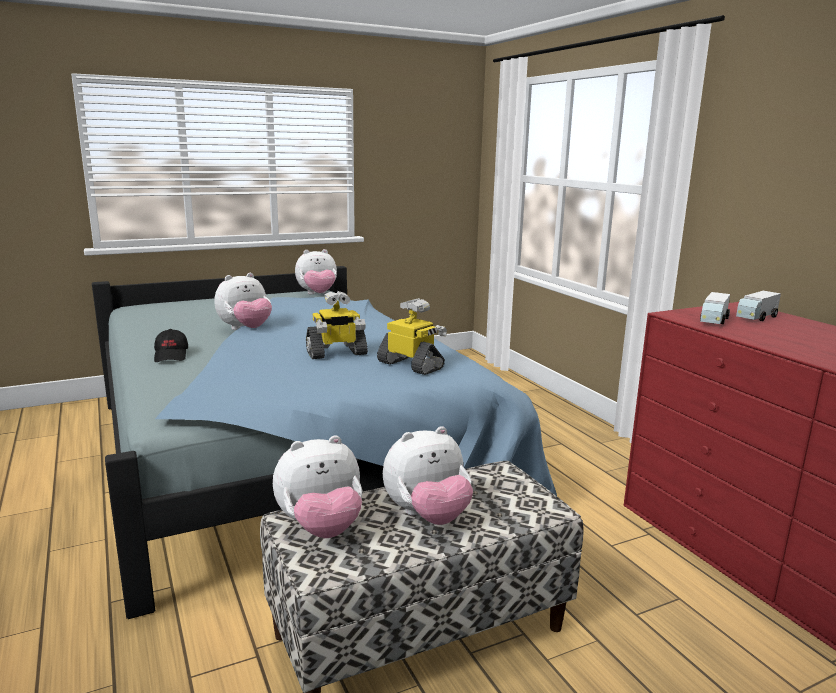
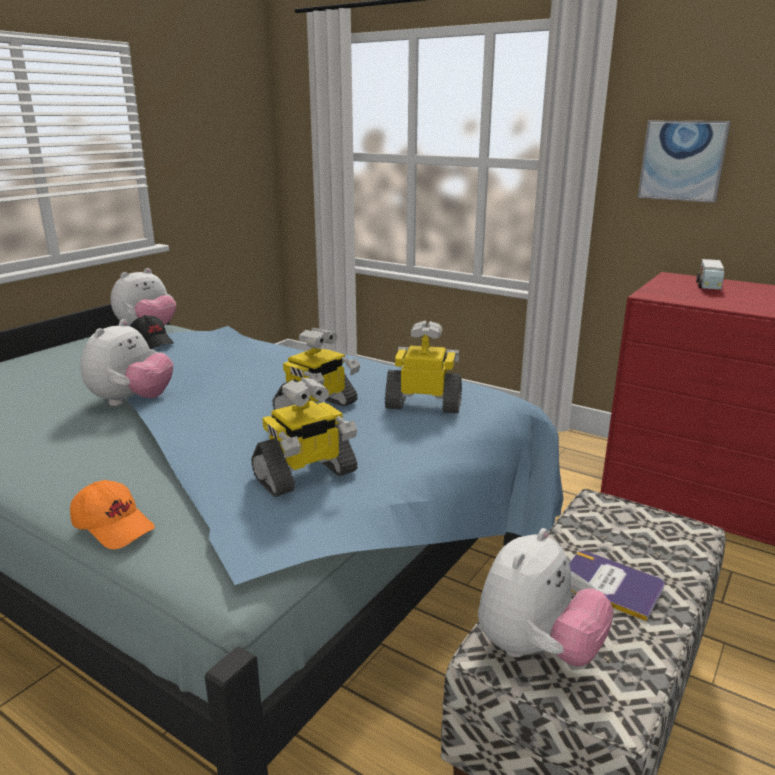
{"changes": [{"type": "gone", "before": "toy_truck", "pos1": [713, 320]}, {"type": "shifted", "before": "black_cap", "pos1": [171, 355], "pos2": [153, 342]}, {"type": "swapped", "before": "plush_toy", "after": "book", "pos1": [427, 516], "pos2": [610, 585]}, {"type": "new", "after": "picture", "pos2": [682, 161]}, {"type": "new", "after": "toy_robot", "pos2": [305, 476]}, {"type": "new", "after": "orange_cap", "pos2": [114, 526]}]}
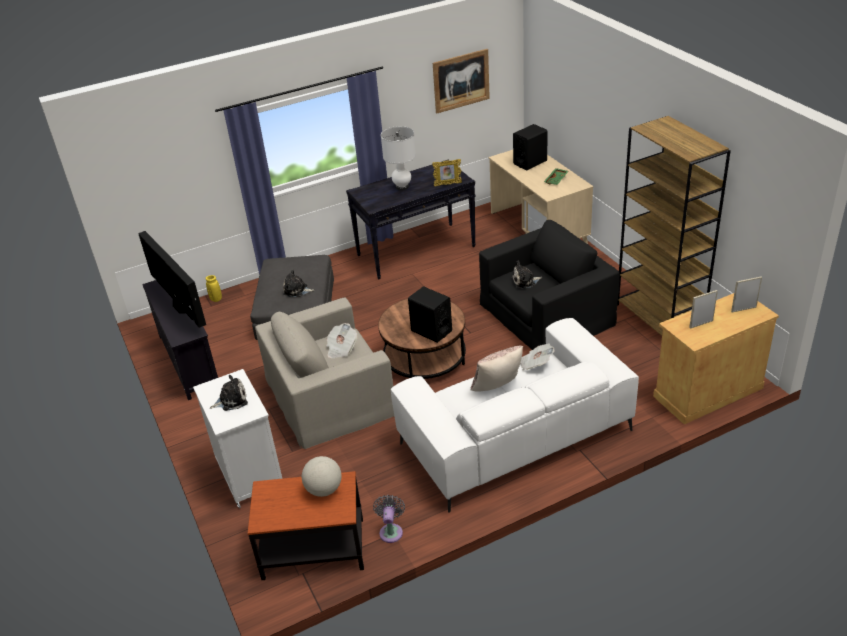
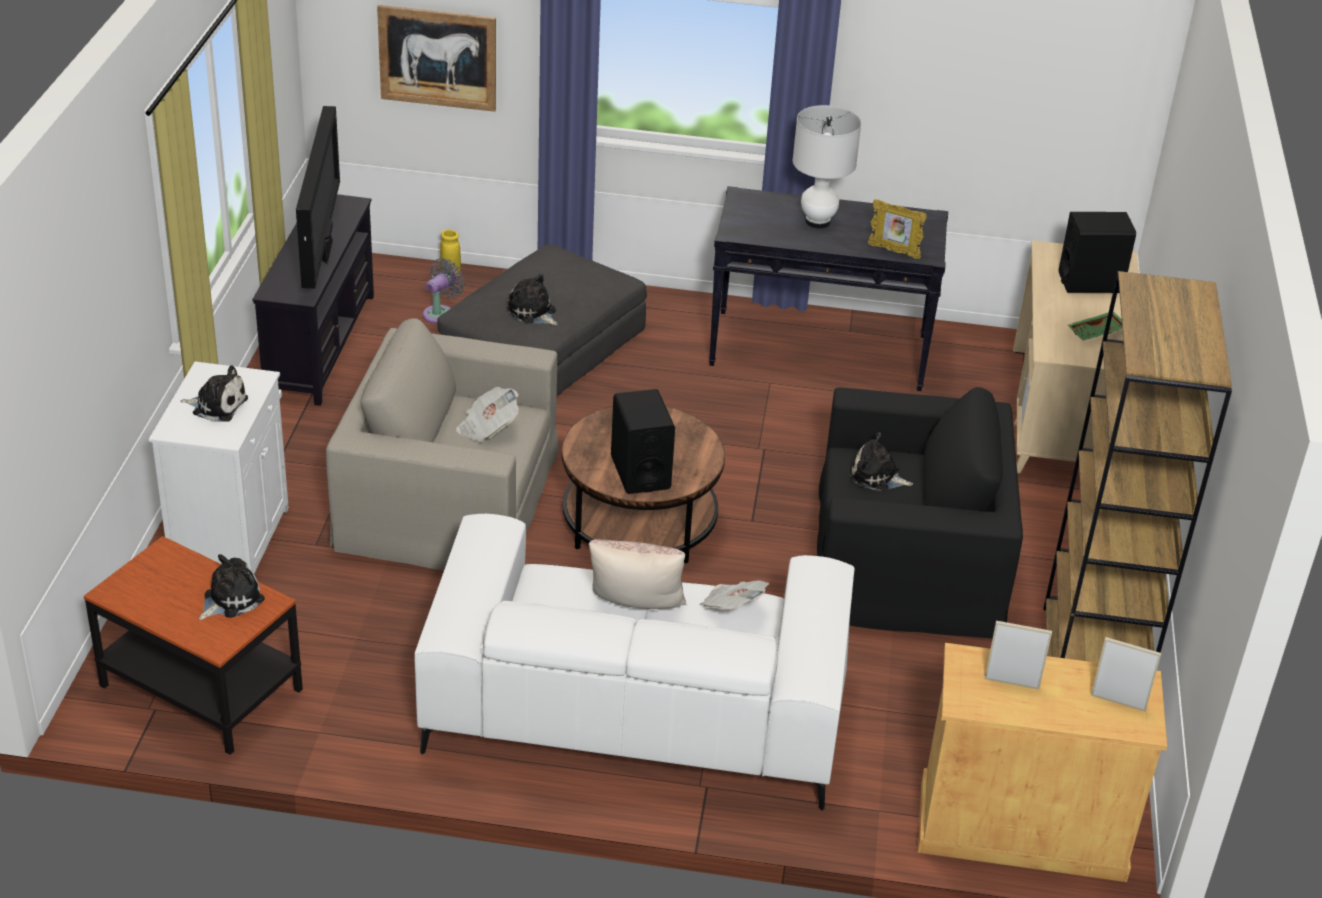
{"changes": [{"type": "shifted", "before": "picture", "pos1": [461, 80], "pos2": [437, 57]}, {"type": "swapped", "before": "globe", "after": "plush_toy", "pos1": [324, 490], "pos2": [230, 599]}, {"type": "shifted", "before": "grey_fan", "pos1": [391, 531], "pos2": [441, 313]}]}
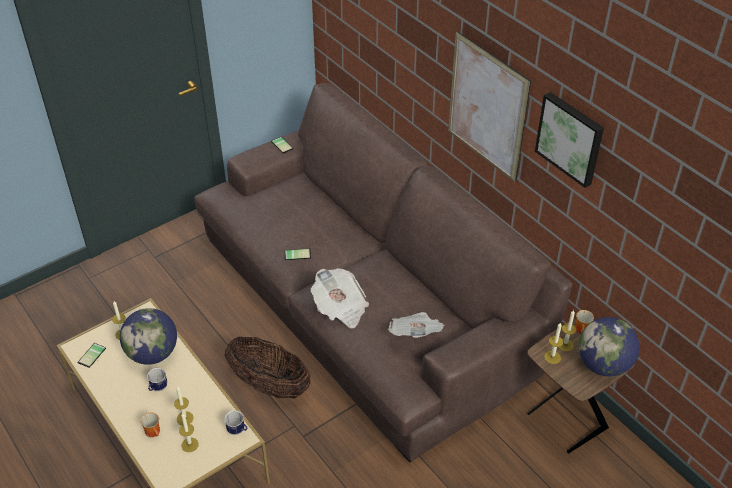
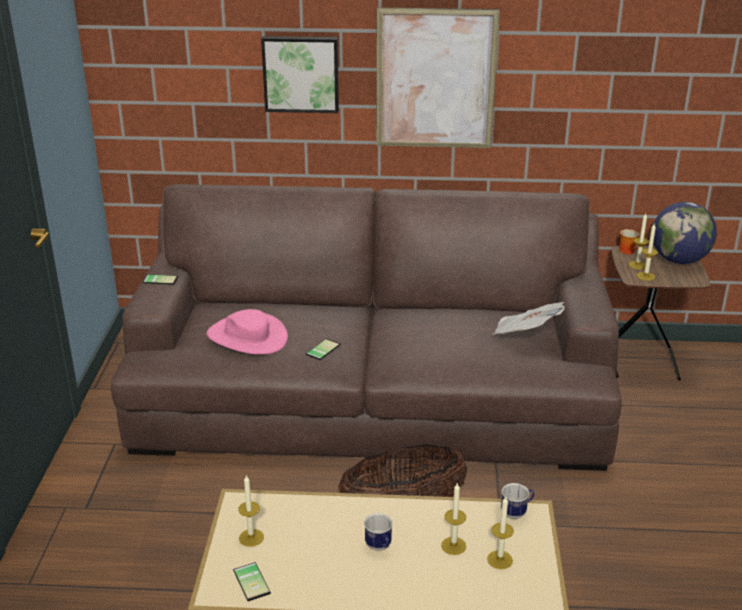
{"changes": [{"type": "shifted", "before": "picture", "pos1": [570, 138], "pos2": [301, 73]}, {"type": "gone", "before": "newspaper", "pos1": [340, 308]}, {"type": "gone", "before": "globe", "pos1": [153, 353]}, {"type": "gone", "before": "mug", "pos1": [154, 432]}, {"type": "new", "after": "pink_hat", "pos2": [247, 337]}]}
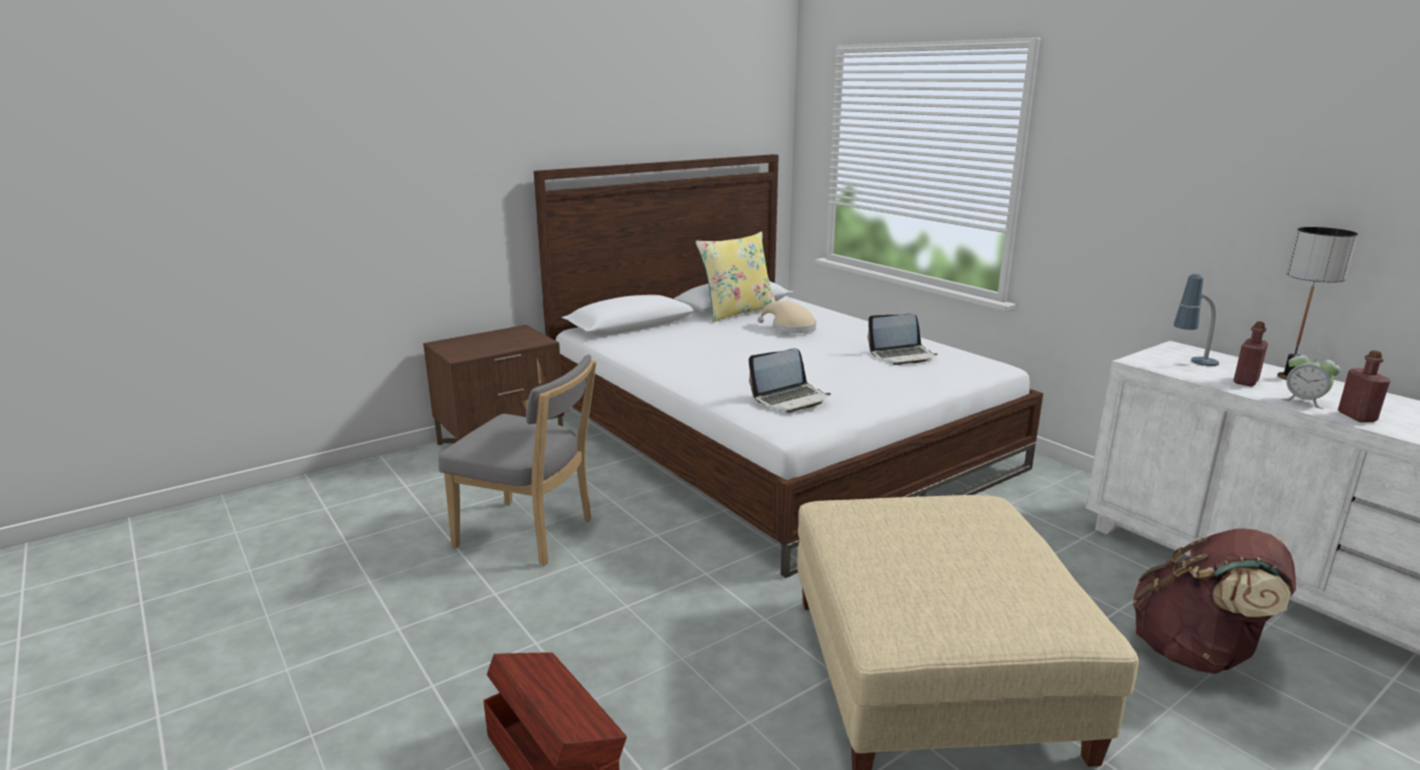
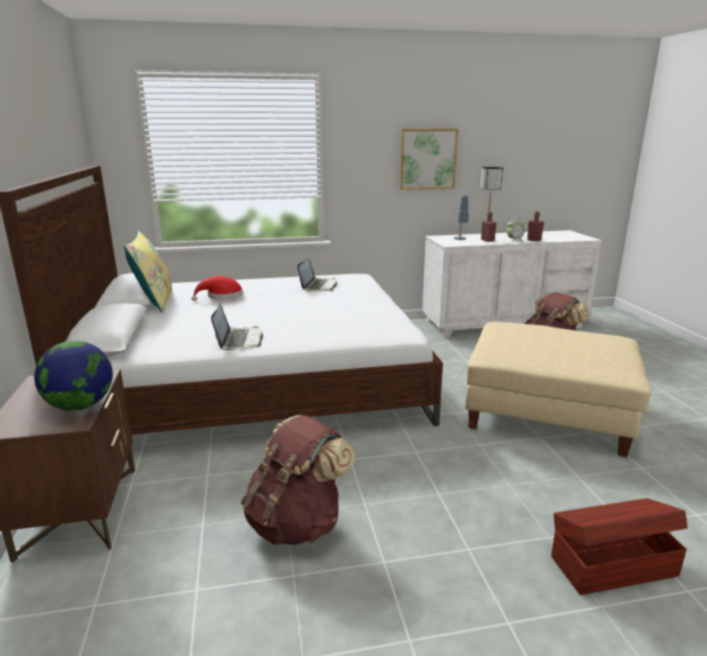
{"changes": [{"type": "repainted", "before": "beige_hat", "after": "red_hat", "pos1": [790, 328], "pos2": [222, 296]}, {"type": "shifted", "before": "laptop", "pos1": [790, 399], "pos2": [239, 340]}, {"type": "swapped", "before": "grey_chair", "after": "brown_backpack", "pos1": [530, 534], "pos2": [297, 523]}, {"type": "new", "after": "picture", "pos2": [427, 159]}, {"type": "new", "after": "globe", "pos2": [80, 406]}]}
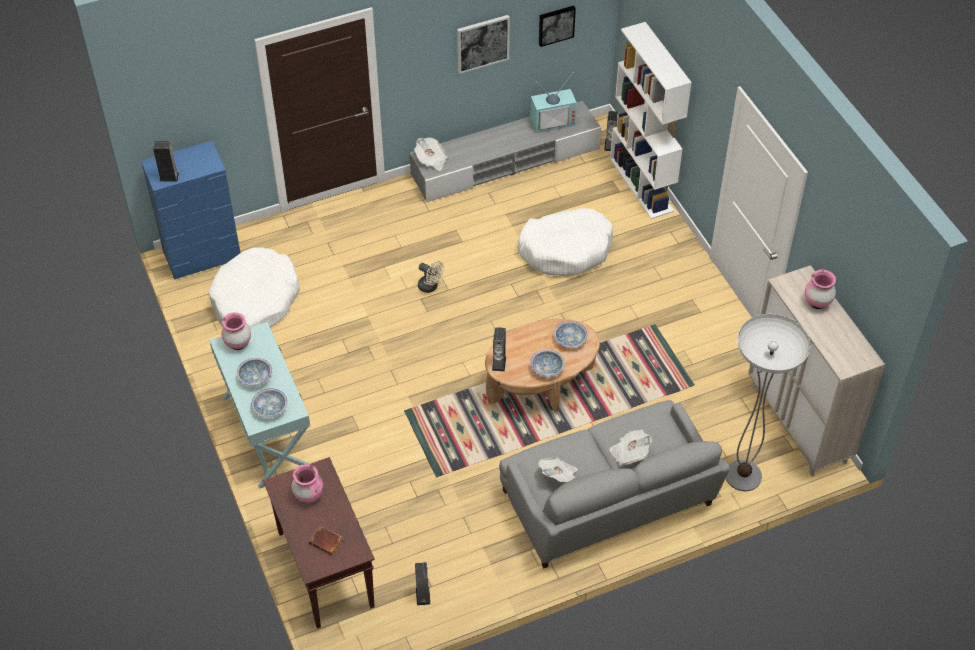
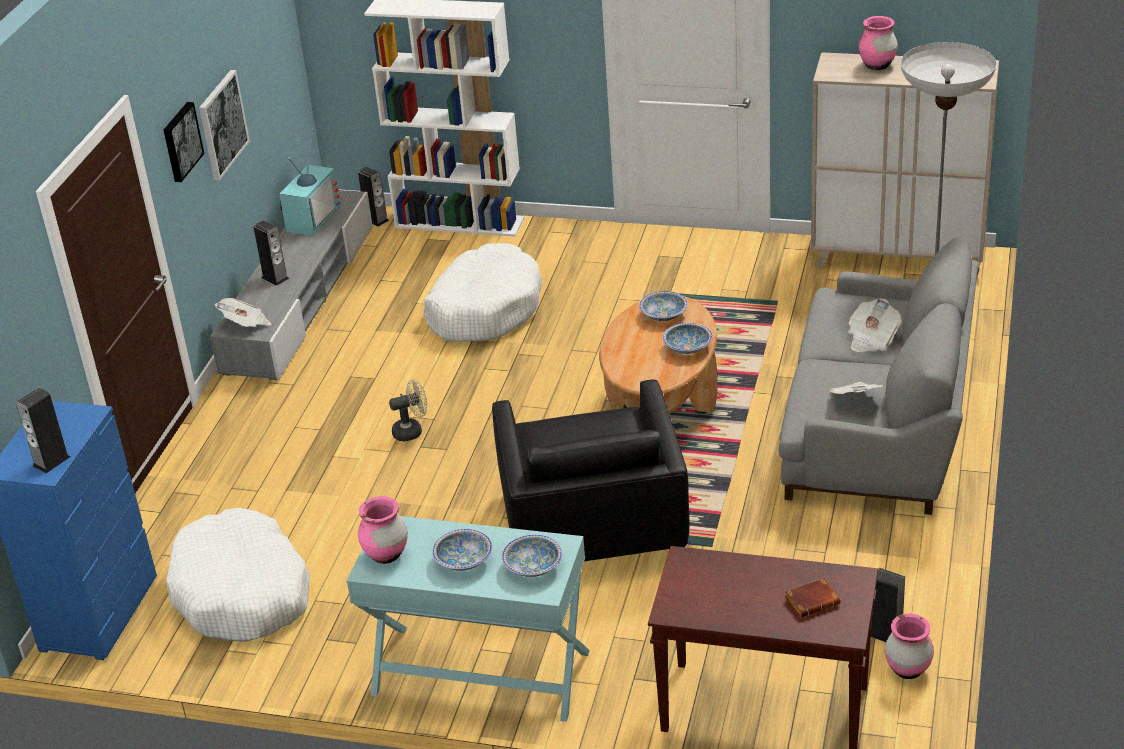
{"changes": [{"type": "shifted", "before": "picture", "pos1": [556, 25], "pos2": [181, 141]}, {"type": "shifted", "before": "speaker", "pos1": [499, 363], "pos2": [275, 278]}, {"type": "shifted", "before": "pink_vase", "pos1": [308, 495], "pos2": [907, 670]}, {"type": "new", "after": "black_armchair", "pos2": [592, 526]}]}
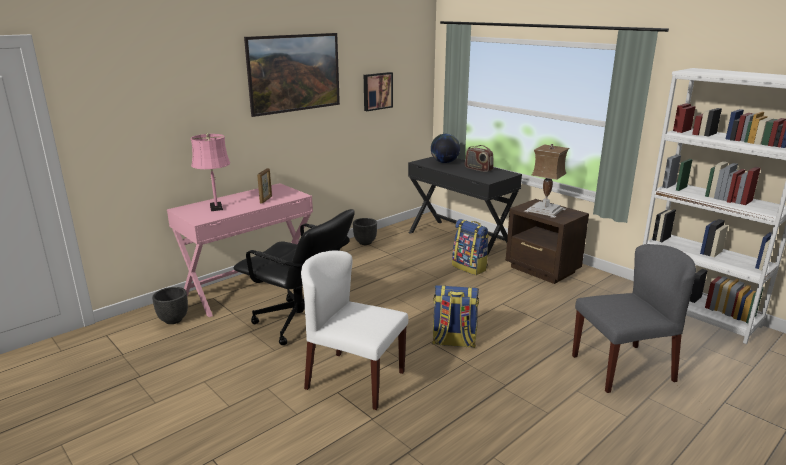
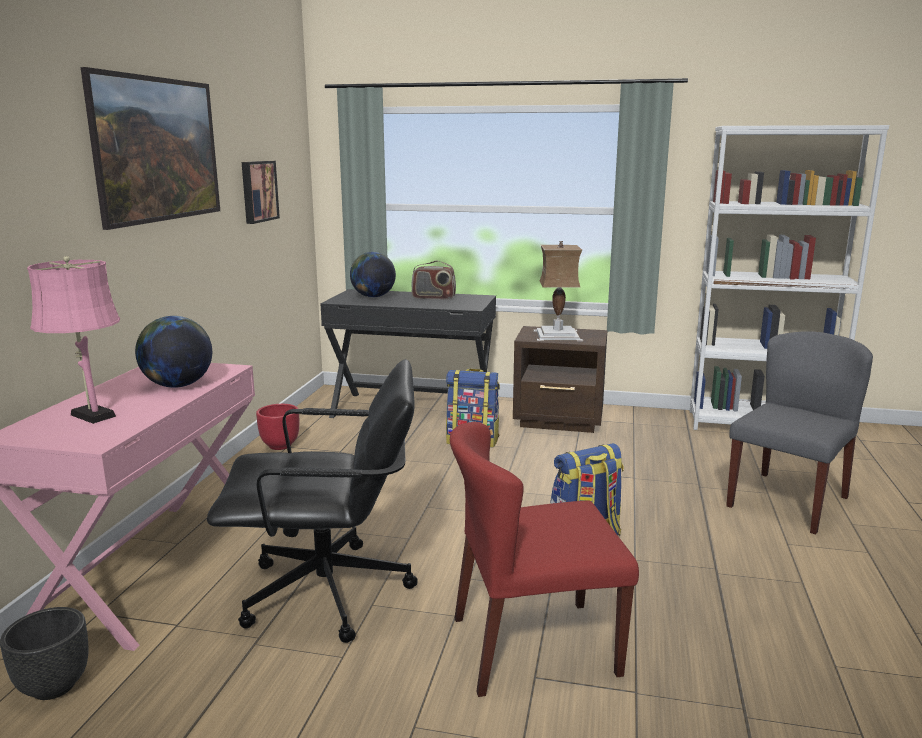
{"changes": [{"type": "swapped", "before": "picture_frame", "after": "globe", "pos1": [266, 200], "pos2": [177, 385]}, {"type": "repainted", "before": "black_planter", "after": "red_planter", "pos1": [365, 242], "pos2": [280, 445]}, {"type": "repainted", "before": "white_chair", "after": "red_chair", "pos1": [354, 380], "pos2": [533, 646]}]}
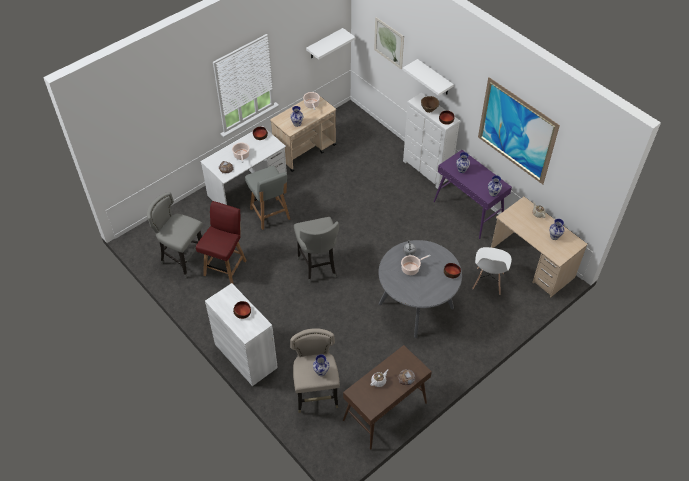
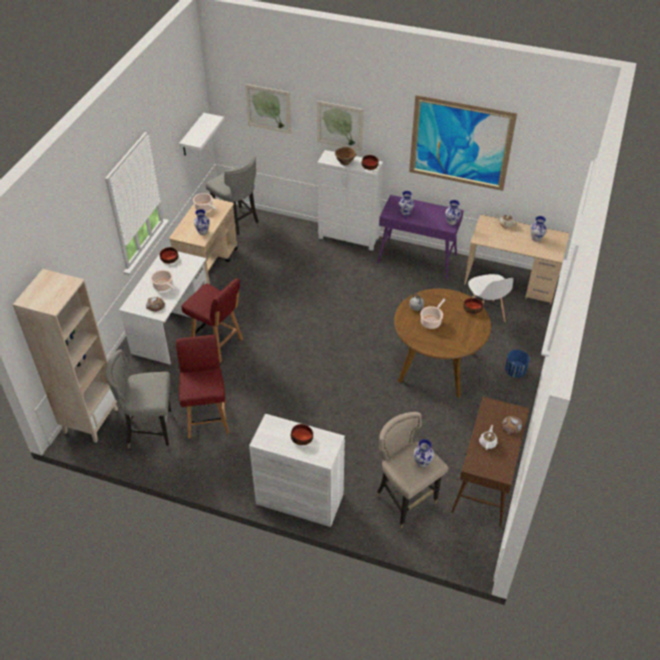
{"changes": [{"type": "swapped", "before": "white_shelf", "after": "picture", "pos1": [434, 78], "pos2": [339, 125]}, {"type": "repainted", "before": "grey_chair", "after": "red_chair", "pos1": [270, 214], "pos2": [217, 344]}, {"type": "shifted", "before": "grey_stool", "pos1": [318, 266], "pos2": [237, 225]}, {"type": "repainted", "before": "grey_dining_table", "after": "brown_dining_table", "pos1": [416, 305], "pos2": [436, 367]}, {"type": "new", "after": "beige_bookcase", "pos2": [91, 420]}, {"type": "new", "after": "blue_planter", "pos2": [515, 371]}]}
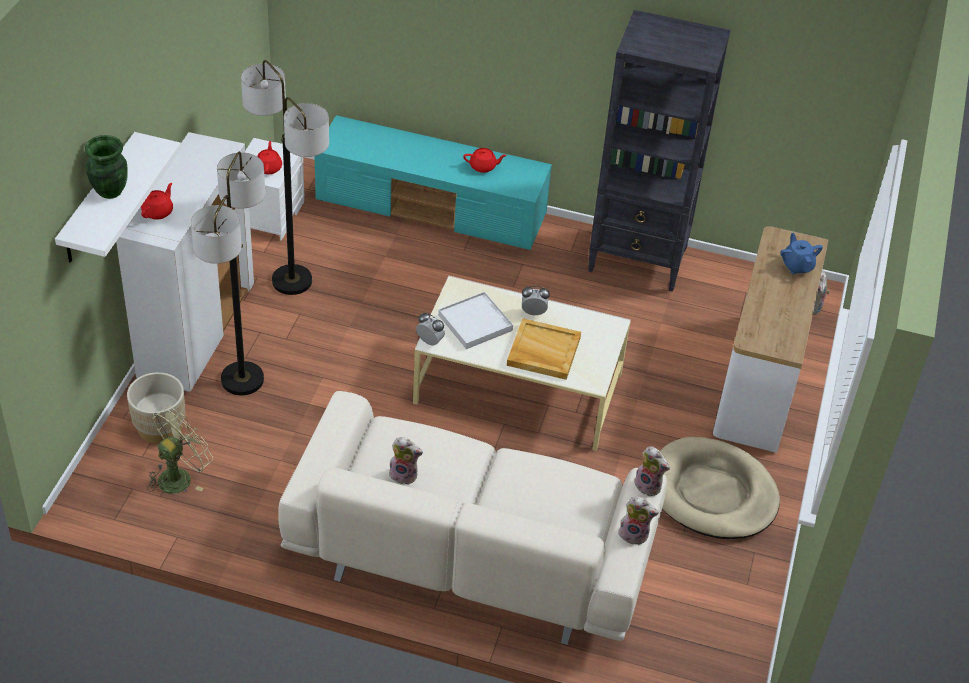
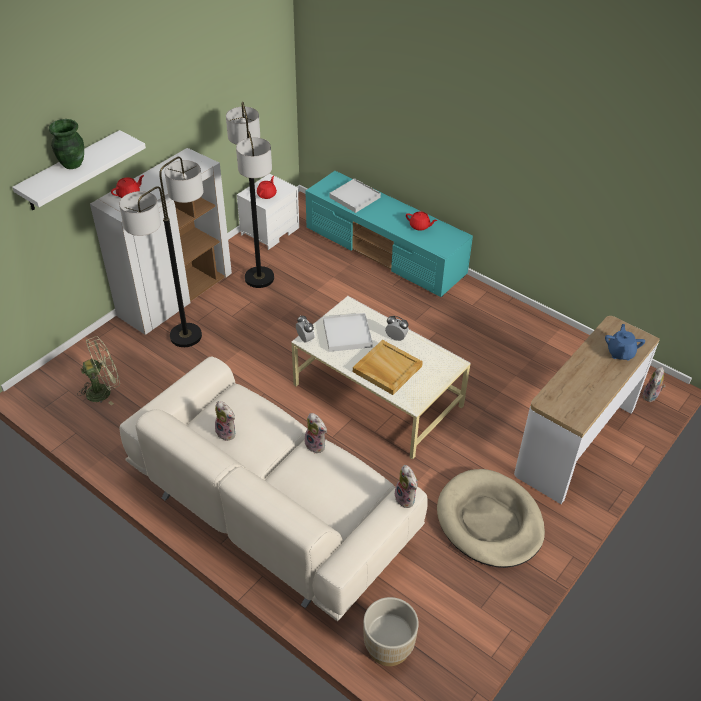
{"changes": [{"type": "gone", "before": "black_bookcase", "pos1": [638, 260]}, {"type": "shifted", "before": "beige_planter", "pos1": [159, 427], "pos2": [388, 646]}, {"type": "shifted", "before": "plush_toy", "pos1": [634, 534], "pos2": [316, 445]}, {"type": "new", "after": "white_tray", "pos2": [354, 197]}]}
